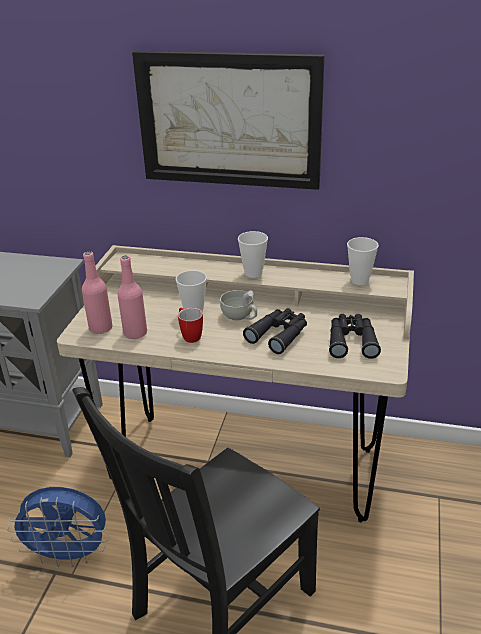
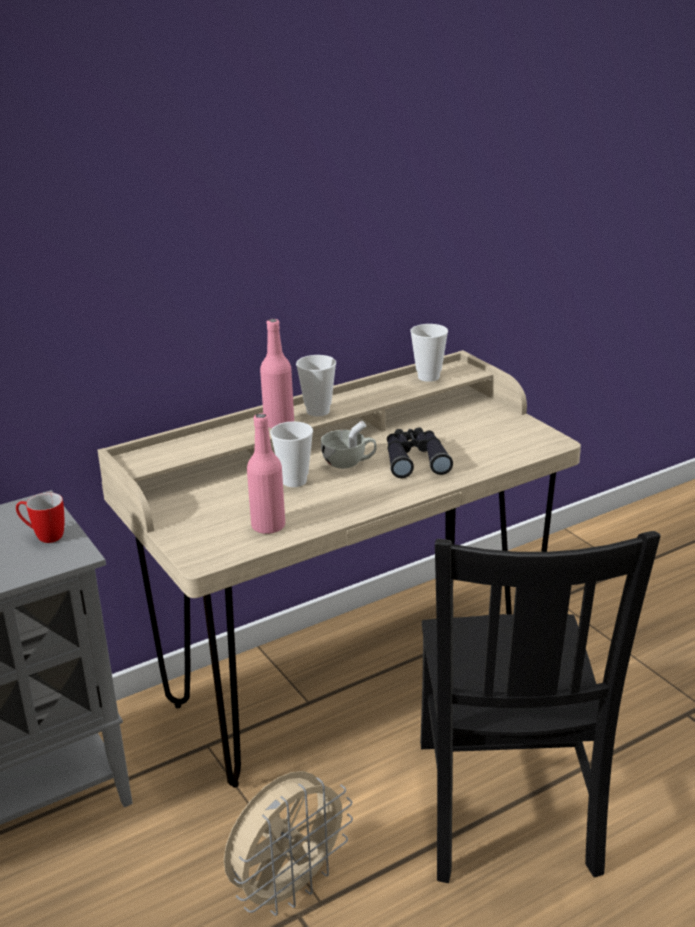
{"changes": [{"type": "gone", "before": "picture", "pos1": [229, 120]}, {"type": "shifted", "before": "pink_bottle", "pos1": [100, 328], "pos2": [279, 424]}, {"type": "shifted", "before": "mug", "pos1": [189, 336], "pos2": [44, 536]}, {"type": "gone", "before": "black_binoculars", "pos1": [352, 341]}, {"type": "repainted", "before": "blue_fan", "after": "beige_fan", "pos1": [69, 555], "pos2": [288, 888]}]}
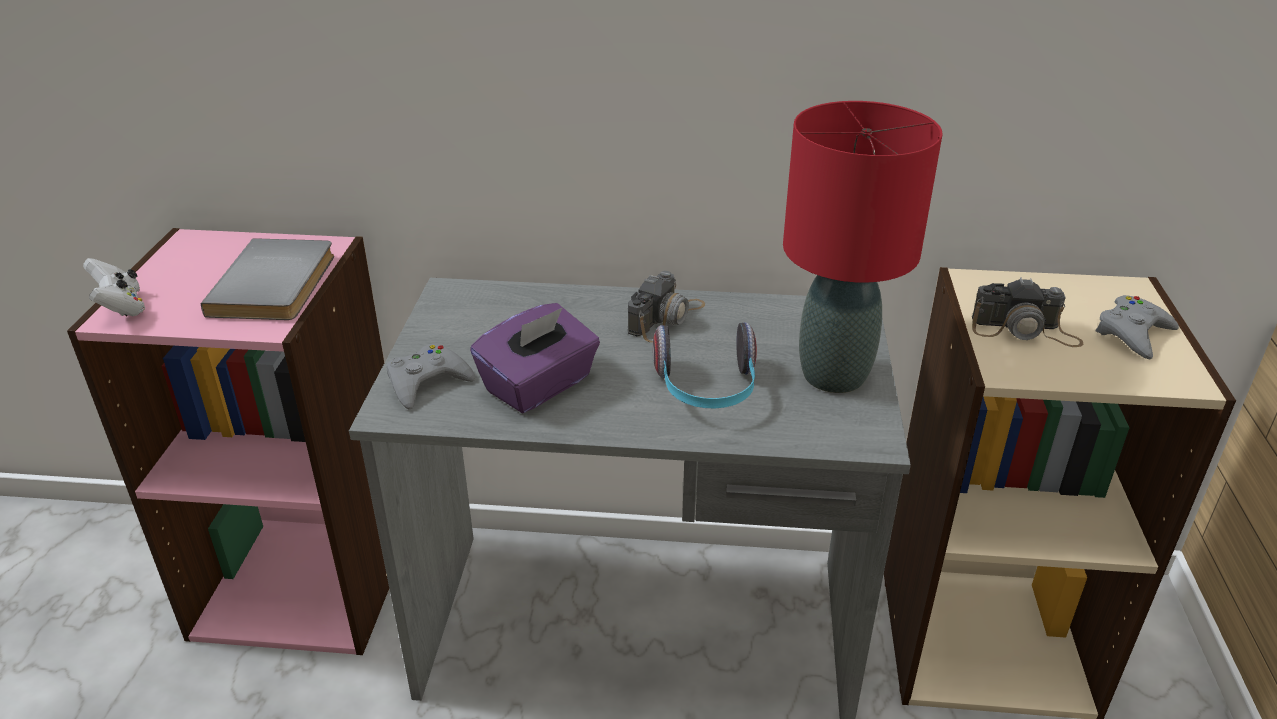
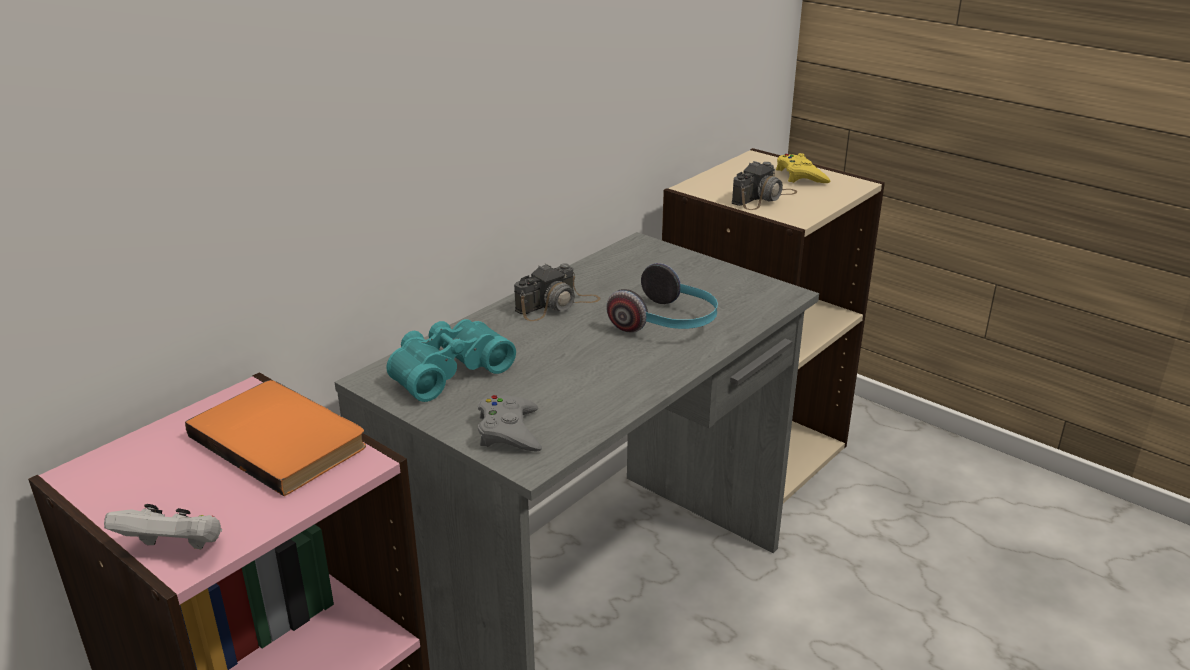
{"changes": [{"type": "gone", "before": "red_table_lamp", "pos1": [835, 376]}, {"type": "repainted", "before": "grey_book", "after": "orange_book", "pos1": [278, 284], "pos2": [283, 439]}, {"type": "rotated", "before": "photo_camera", "pos1": [666, 318], "pos2": [557, 305], "turn": 75}, {"type": "repainted", "before": "grey_game_controller", "after": "yellow_game_controller", "pos1": [1133, 333], "pos2": [800, 176]}, {"type": "gone", "before": "purple_tissue_box", "pos1": [539, 385]}, {"type": "new", "after": "turquoise_binoculars", "pos2": [446, 370]}]}
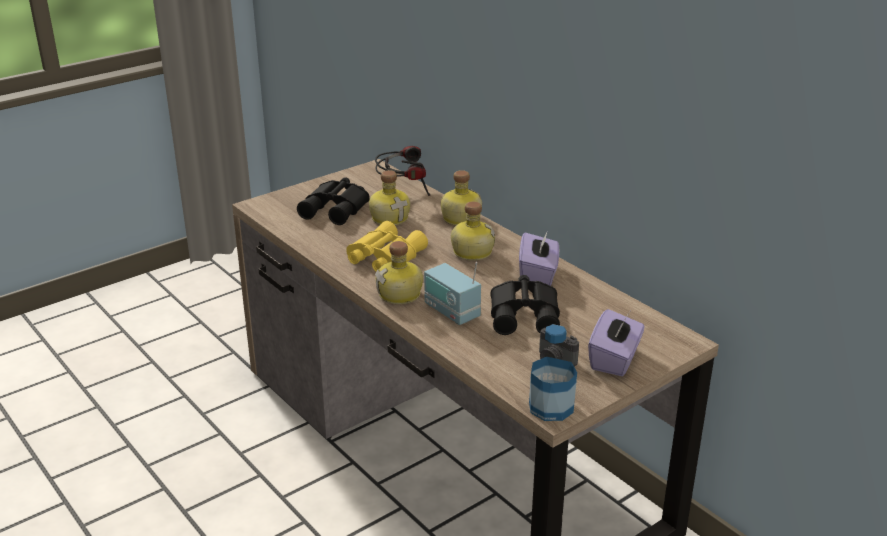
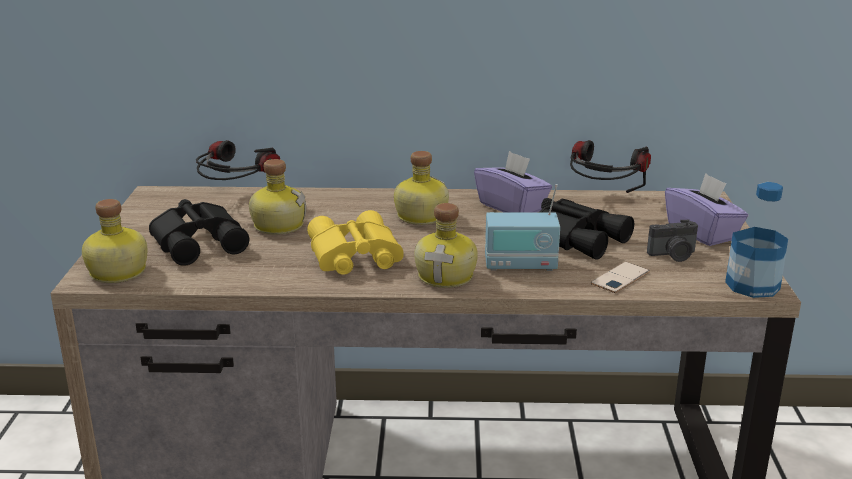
{"changes": [{"type": "shifted", "before": "bottle", "pos1": [459, 218], "pos2": [116, 272]}, {"type": "new", "after": "headphones", "pos2": [602, 201]}, {"type": "new", "after": "phone", "pos2": [620, 278]}]}
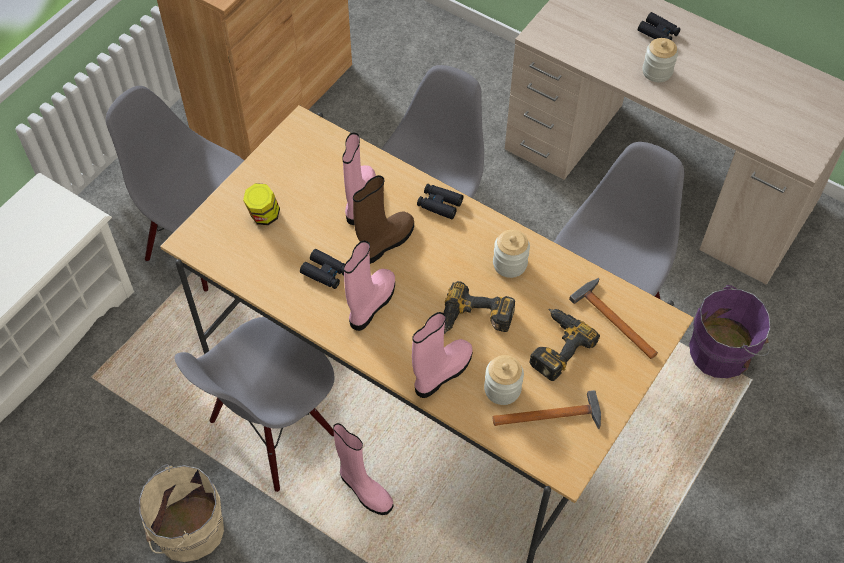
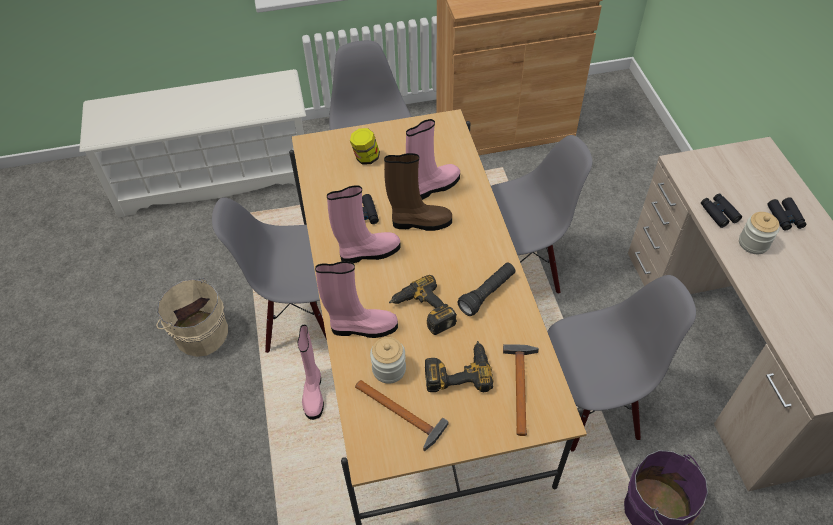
{"changes": [{"type": "shifted", "before": "black_binoculars", "pos1": [439, 204], "pos2": [719, 213]}, {"type": "swapped", "before": "jar", "after": "black_flashlight", "pos1": [510, 264], "pos2": [487, 293]}]}
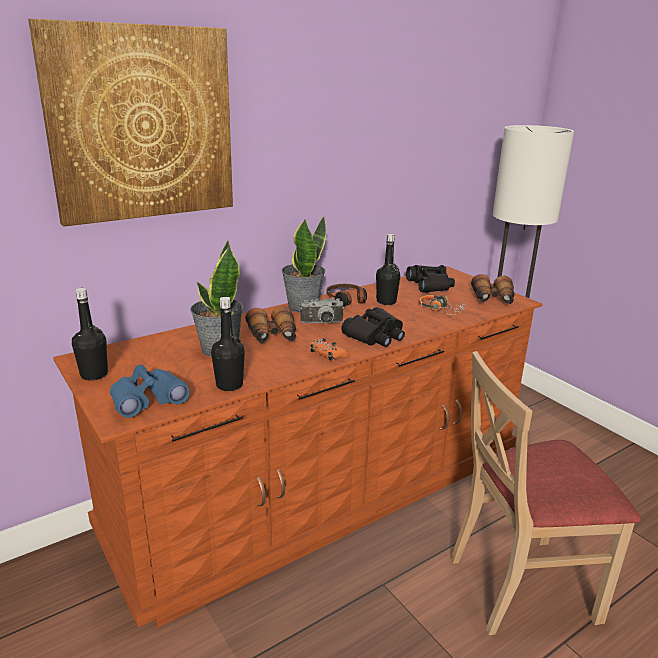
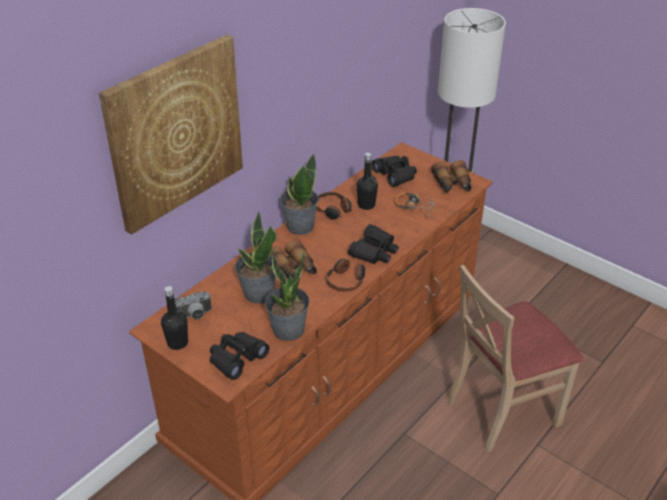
{"changes": [{"type": "swapped", "before": "black_bottle", "after": "potted_plant", "pos1": [229, 385], "pos2": [288, 330]}, {"type": "shifted", "before": "photo_camera", "pos1": [322, 323], "pos2": [193, 316]}, {"type": "swapped", "before": "orange_game_controller", "after": "headphones", "pos1": [328, 354], "pos2": [346, 280]}, {"type": "repainted", "before": "blue_binoculars", "after": "black_binoculars", "pos1": [148, 400], "pos2": [237, 358]}]}
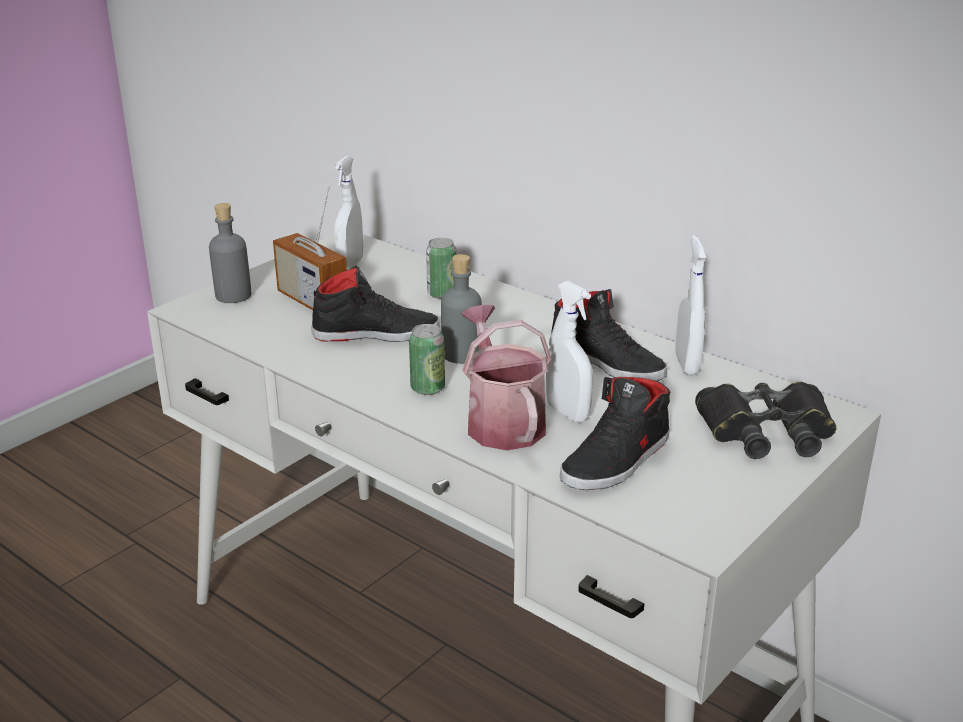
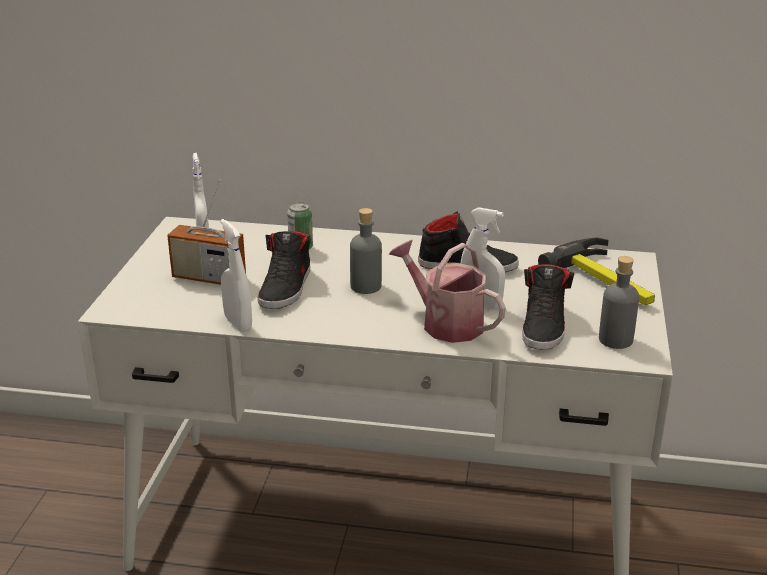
{"changes": [{"type": "shifted", "before": "grey_bottle", "pos1": [233, 295], "pos2": [615, 340]}, {"type": "shifted", "before": "white_spray_bottle", "pos1": [687, 364], "pos2": [238, 323]}, {"type": "rotated", "before": "black_shoe", "pos1": [376, 333], "pos2": [286, 288], "turn": 135}, {"type": "gone", "before": "can", "pos1": [427, 388]}, {"type": "swapped", "before": "black_binoculars", "after": "hammer", "pos1": [766, 431], "pos2": [607, 281]}]}
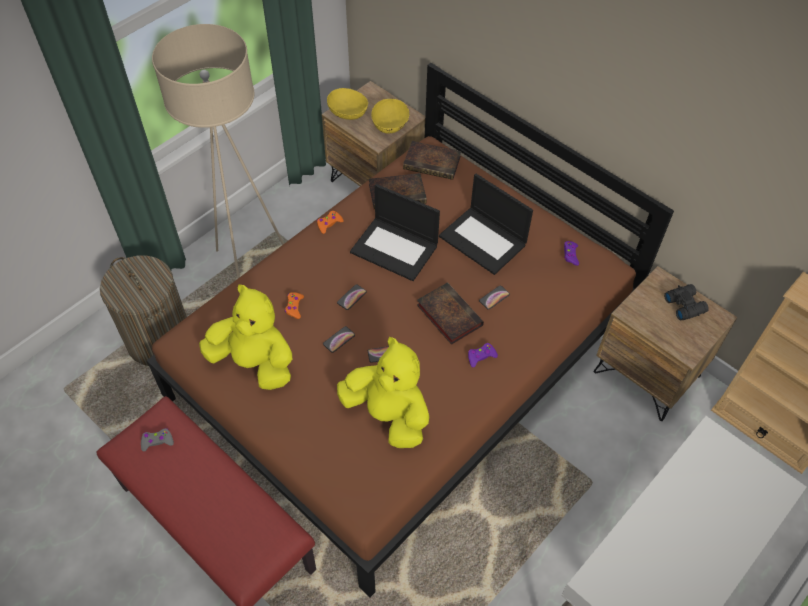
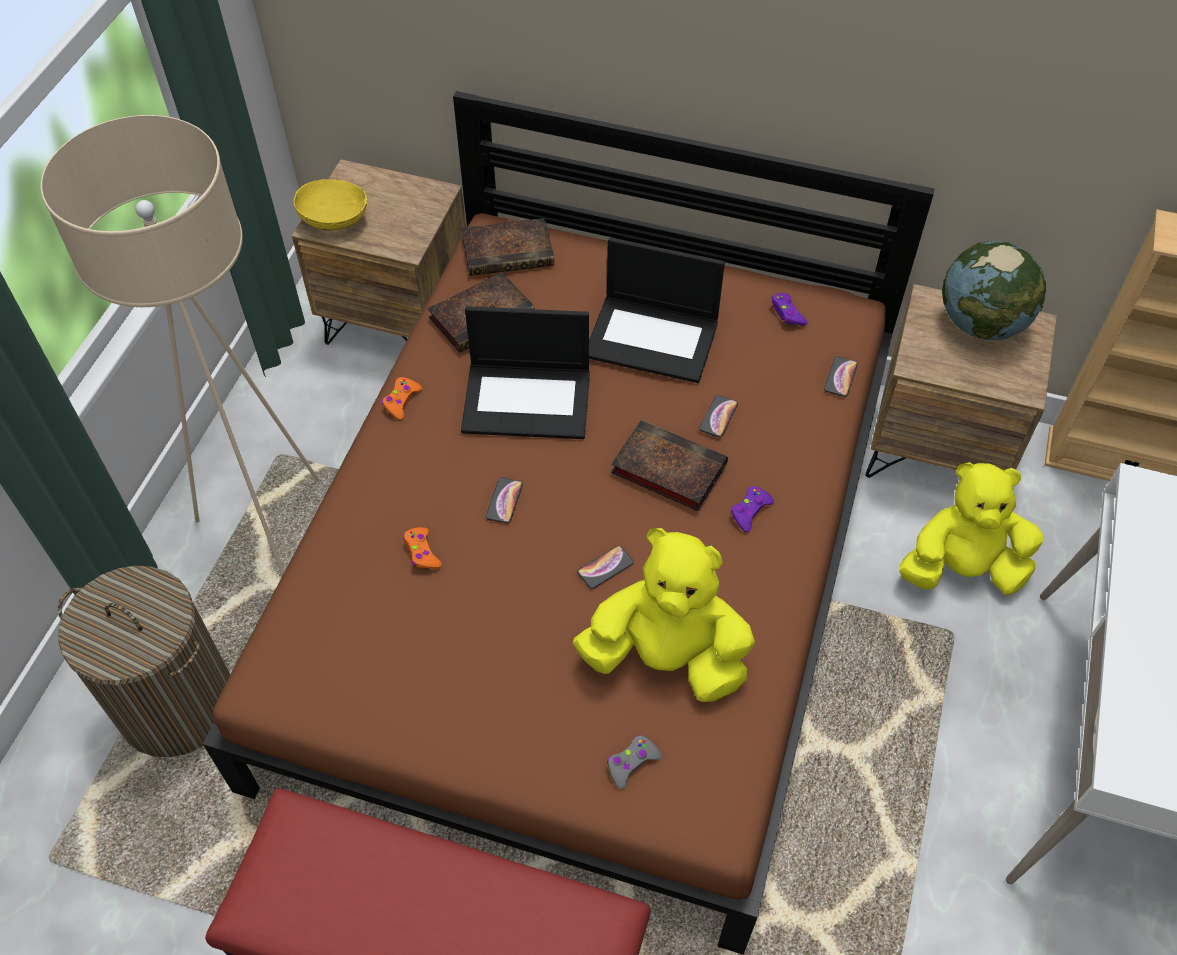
{"changes": [{"type": "gone", "before": "yellow_bowl", "pos1": [390, 126]}, {"type": "swapped", "before": "black_binoculars", "after": "globe", "pos1": [684, 304], "pos2": [981, 324]}, {"type": "shifted", "before": "yellow_plush_toy", "pos1": [254, 363], "pos2": [961, 569]}, {"type": "shifted", "before": "phone", "pos1": [339, 339], "pos2": [840, 377]}, {"type": "shifted", "before": "grey_game_controller", "pos1": [157, 441], "pos2": [631, 763]}]}
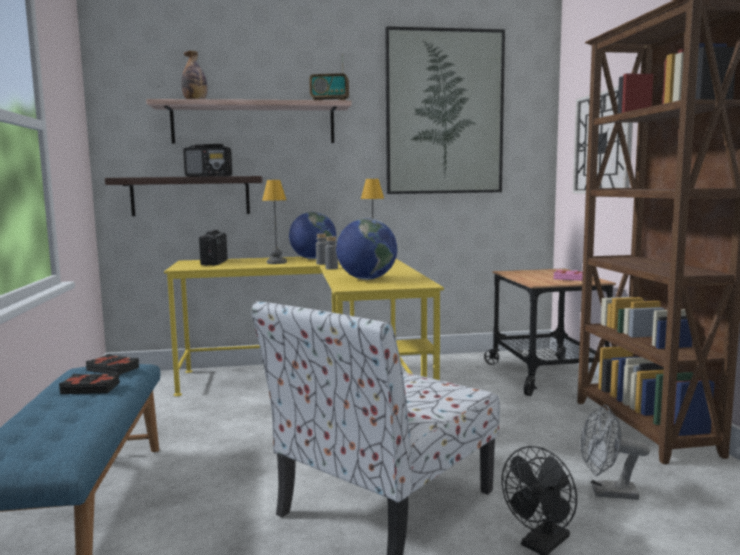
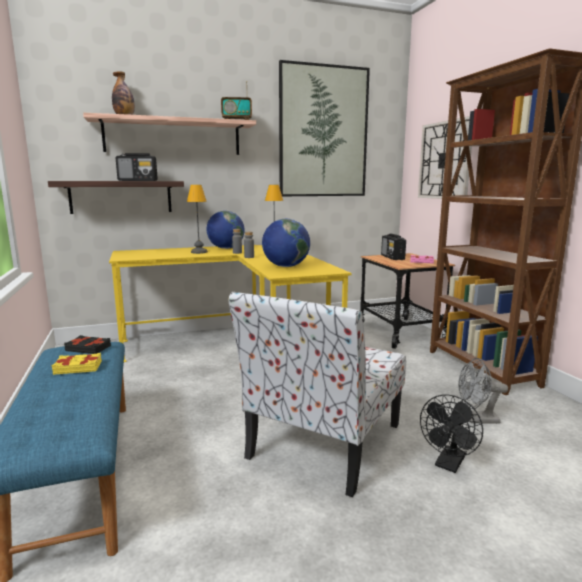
{"changes": [{"type": "shifted", "before": "radio", "pos1": [214, 263], "pos2": [392, 257]}, {"type": "repainted", "before": "black_book", "after": "yellow_book", "pos1": [90, 388], "pos2": [78, 367]}]}
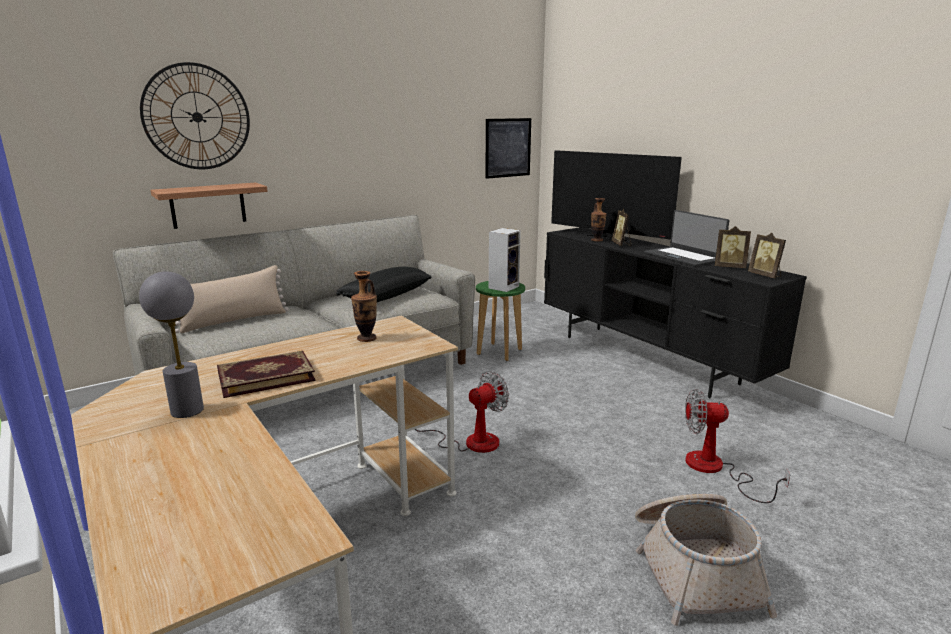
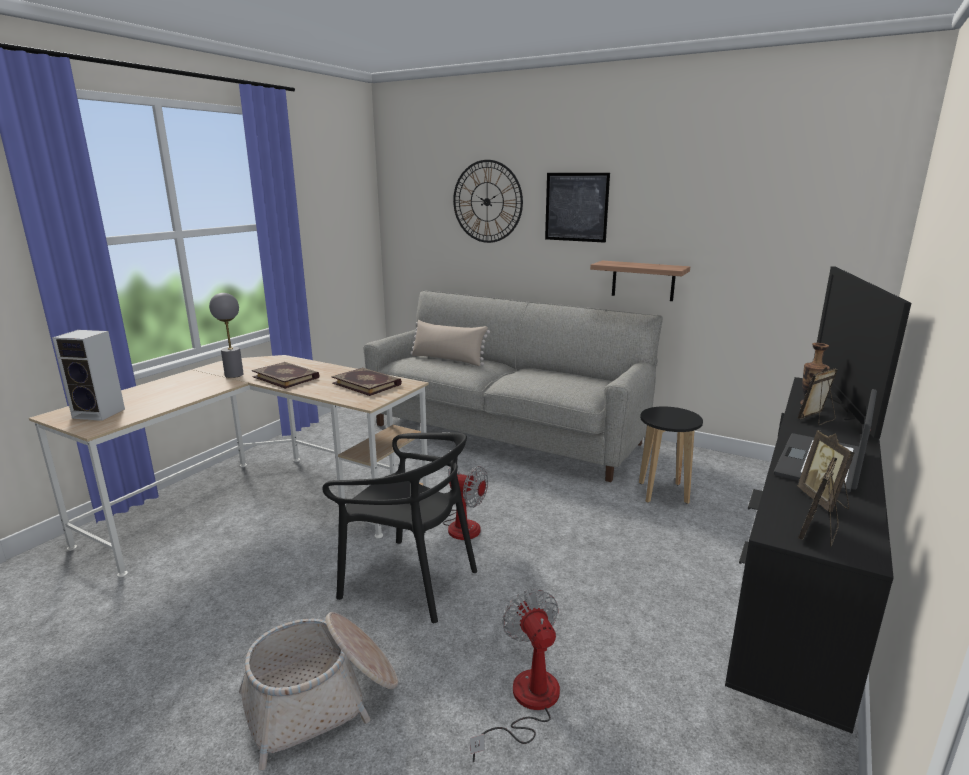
{"changes": [{"type": "shifted", "before": "picture", "pos1": [508, 148], "pos2": [576, 207]}, {"type": "shifted", "before": "shelf", "pos1": [208, 205], "pos2": [643, 280]}, {"type": "shifted", "before": "speaker", "pos1": [504, 287], "pos2": [101, 413]}, {"type": "gone", "before": "black_pillow", "pos1": [385, 296]}, {"type": "swapped", "before": "vase", "after": "book", "pos1": [366, 338], "pos2": [367, 384]}, {"type": "repainted", "before": "green_stool", "after": "black_stool", "pos1": [499, 352], "pos2": [663, 493]}, {"type": "new", "after": "black_chair", "pos2": [409, 581]}]}
